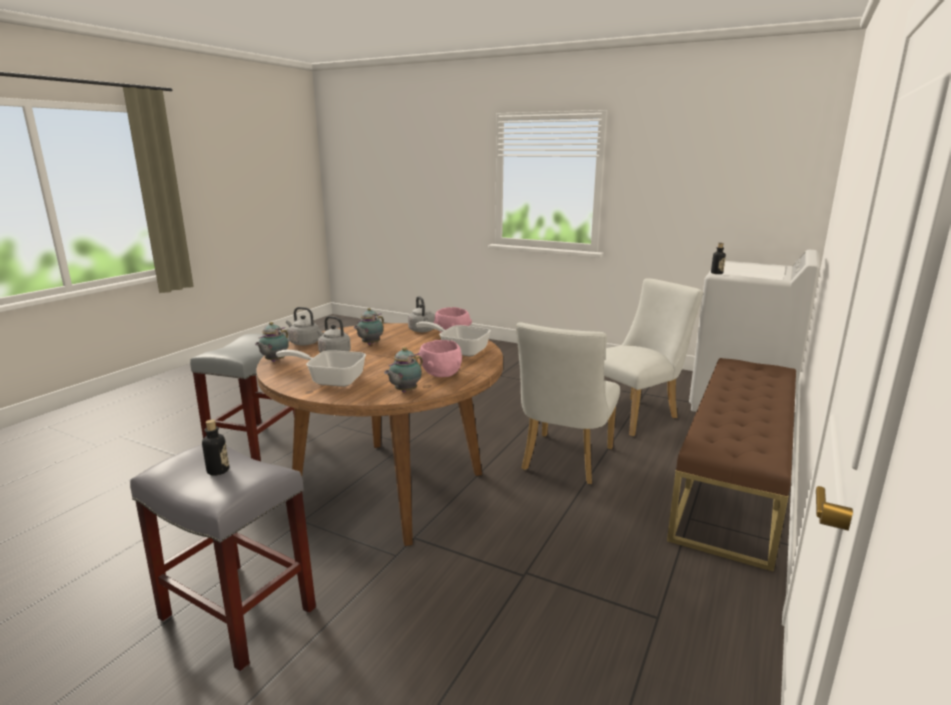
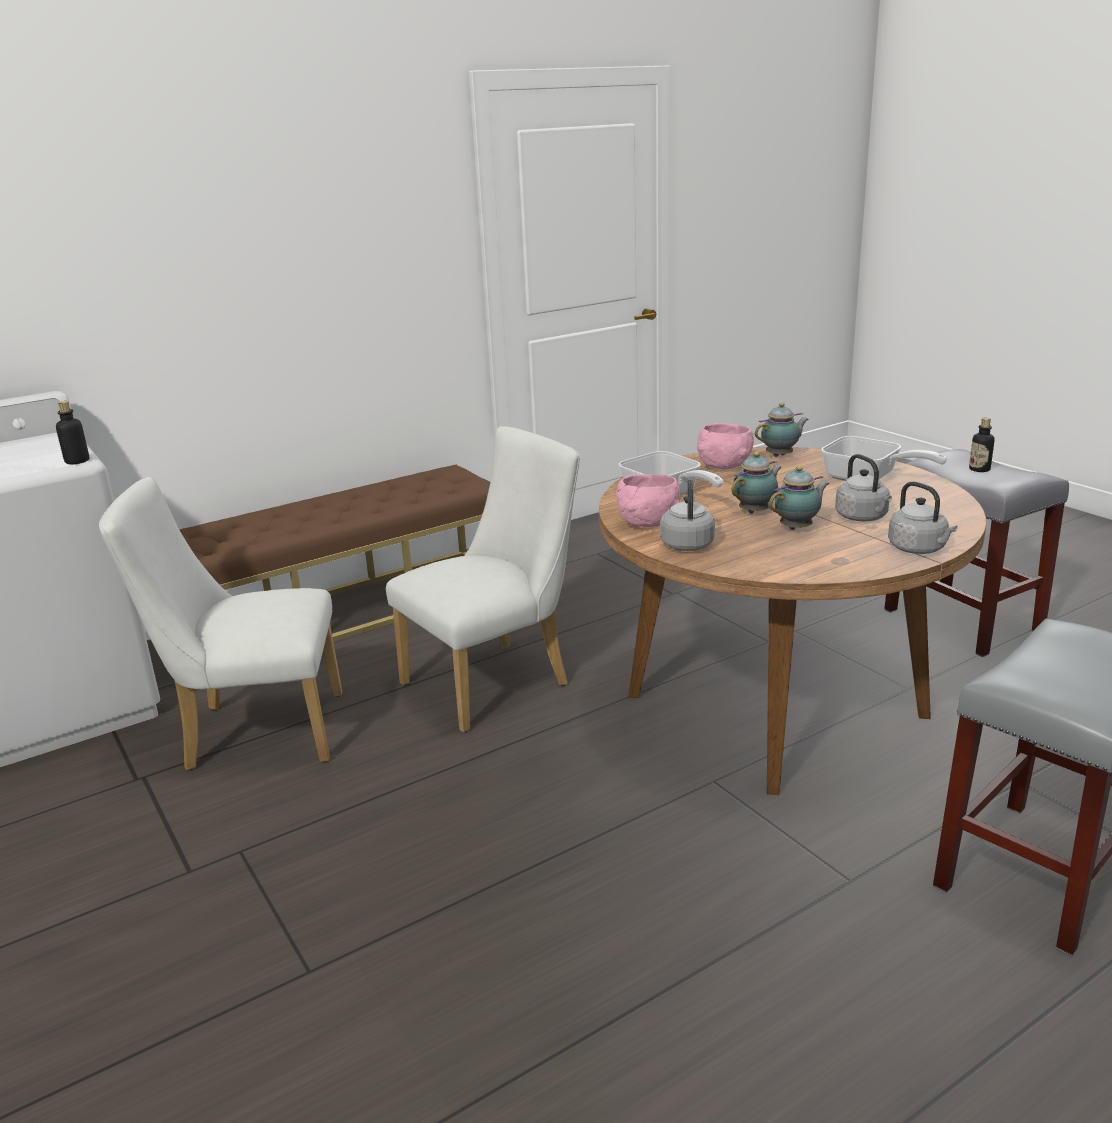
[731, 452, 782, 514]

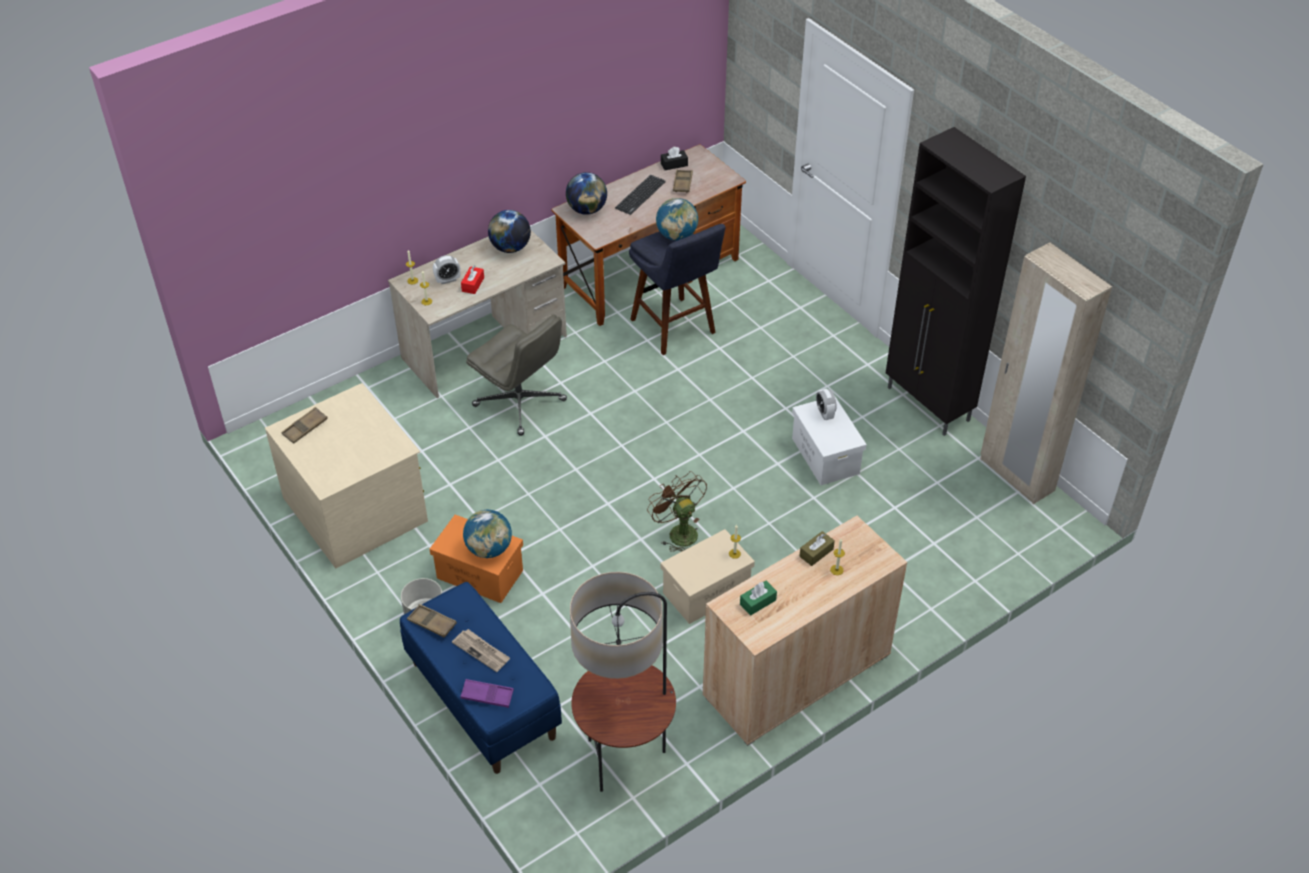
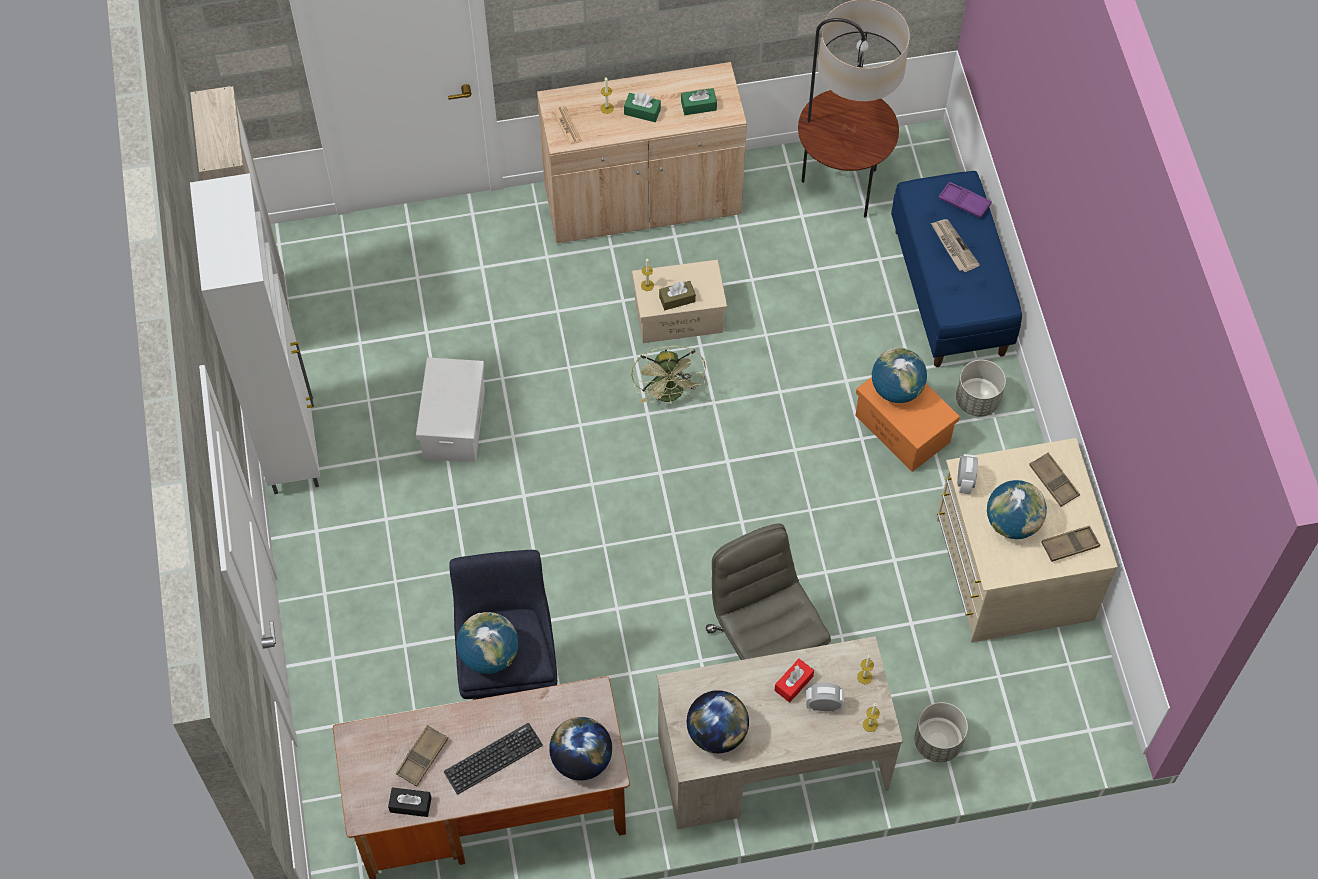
[190, 173, 320, 494]
[553, 106, 582, 145]
[624, 93, 661, 122]
[631, 346, 706, 405]
[659, 281, 696, 310]
[914, 702, 968, 762]
[957, 454, 978, 494]
[987, 480, 1047, 539]
[1029, 453, 1080, 507]

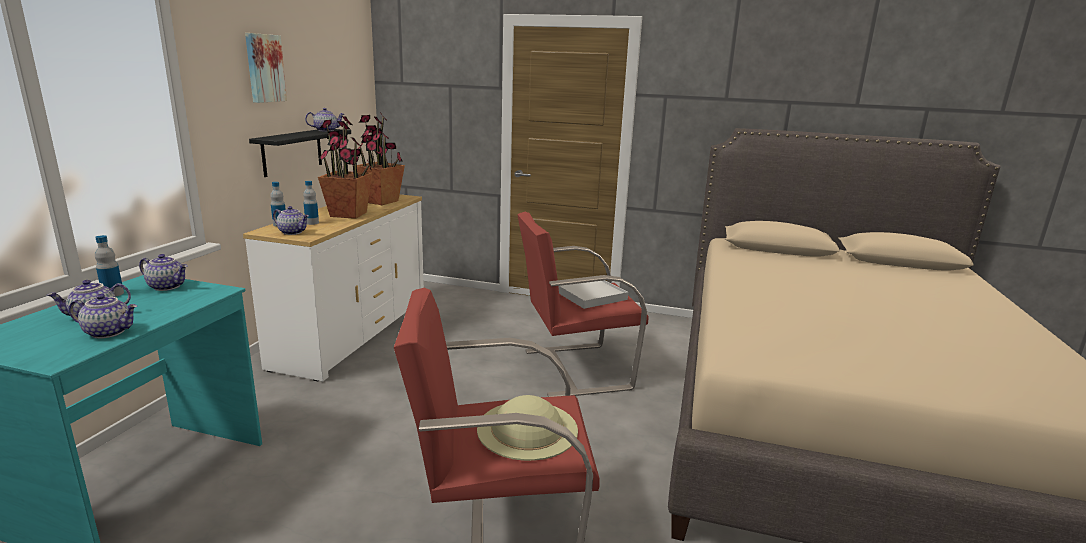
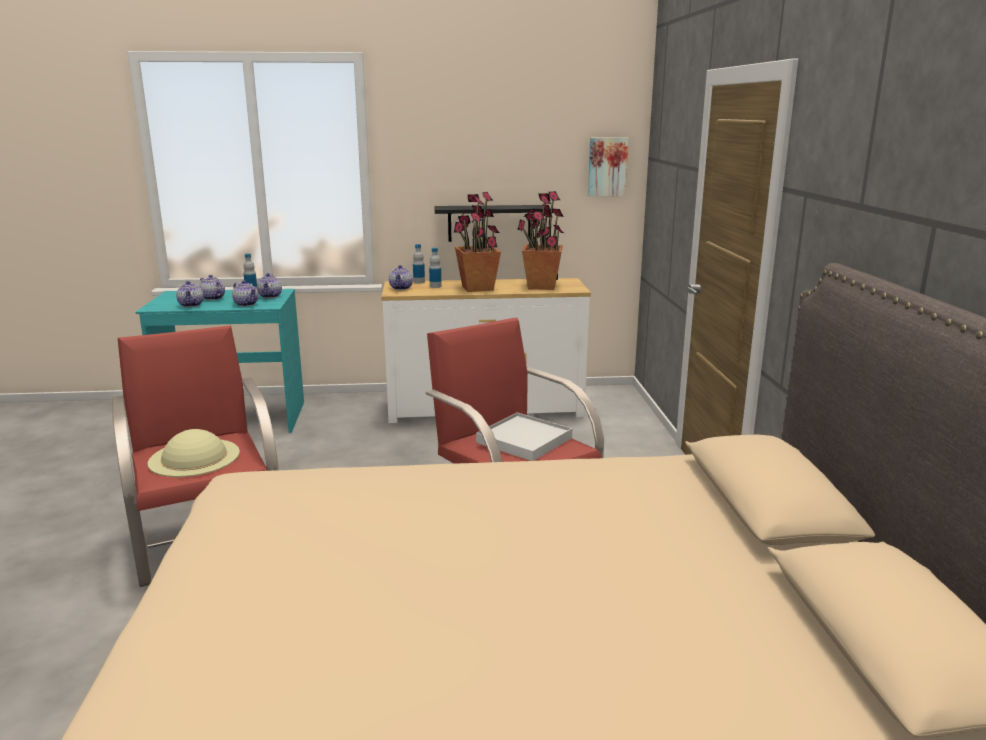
[232, 280, 259, 307]
[588, 137, 629, 196]

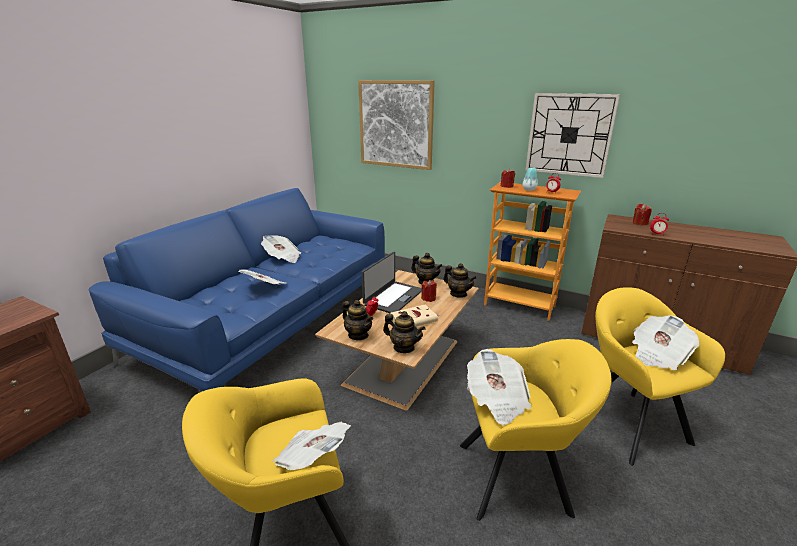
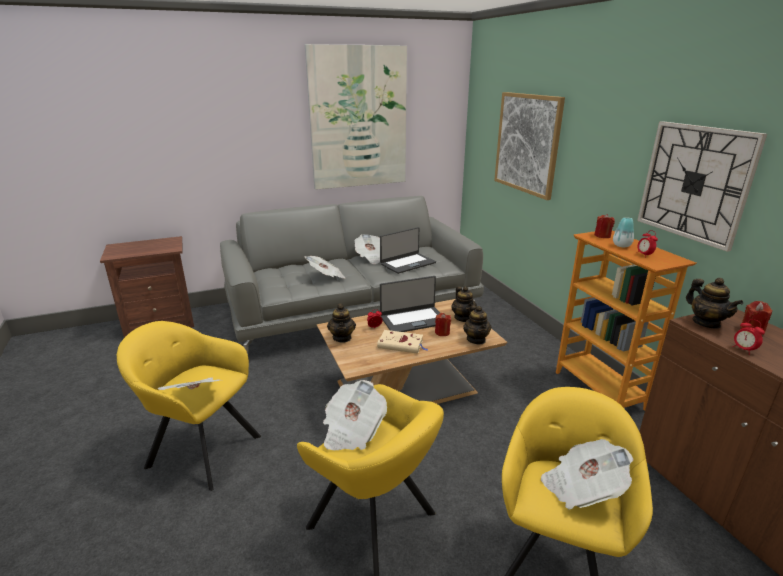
[220, 196, 484, 354]
[305, 44, 407, 190]
[380, 227, 436, 274]
[686, 278, 743, 329]

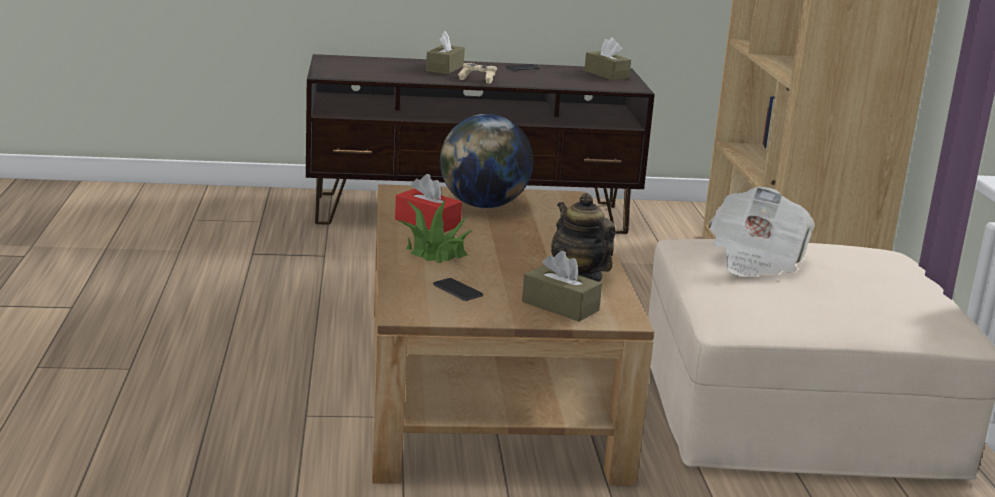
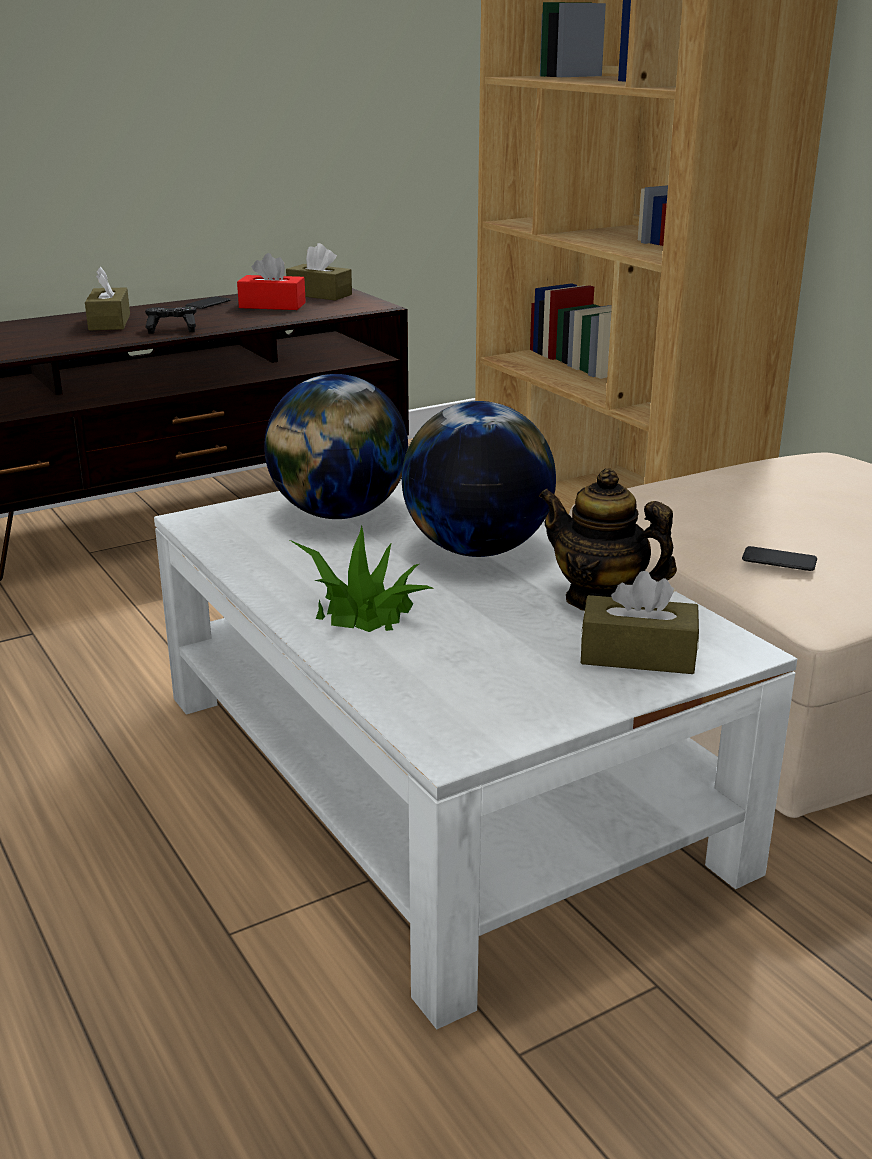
[145, 306, 197, 334]
[154, 478, 797, 1029]
[237, 253, 306, 310]
[402, 401, 556, 557]
[742, 546, 817, 571]
[709, 187, 815, 277] (first image)

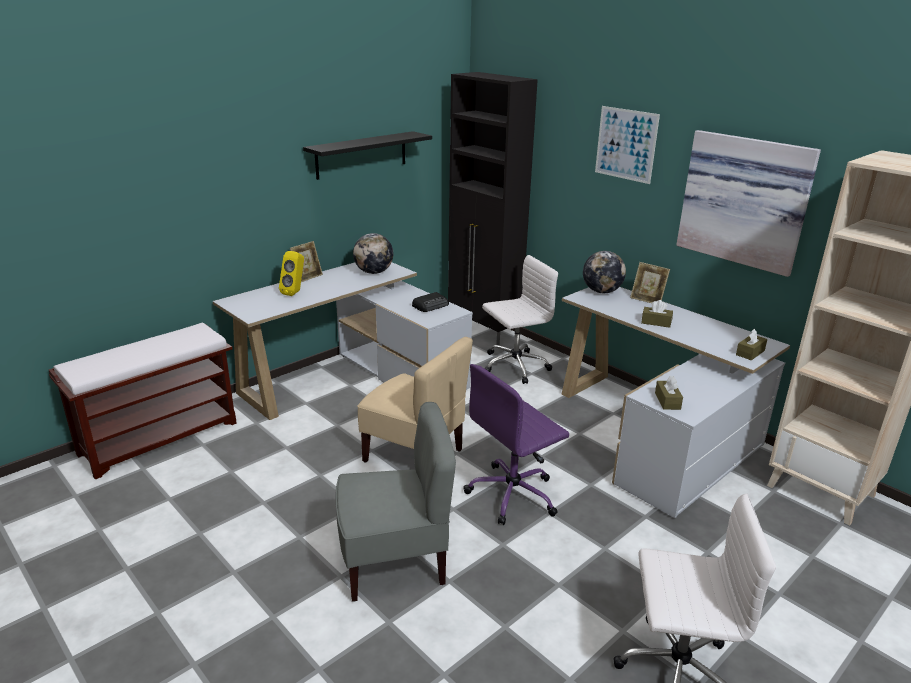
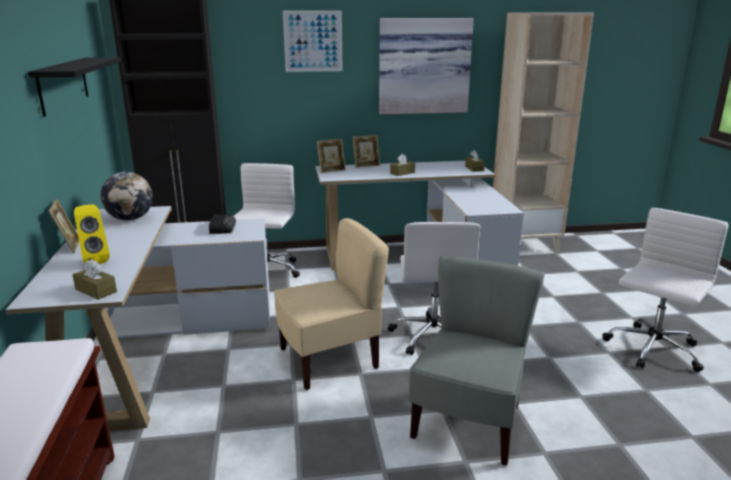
[72, 259, 117, 300]
[317, 139, 346, 173]
[388, 222, 481, 355]

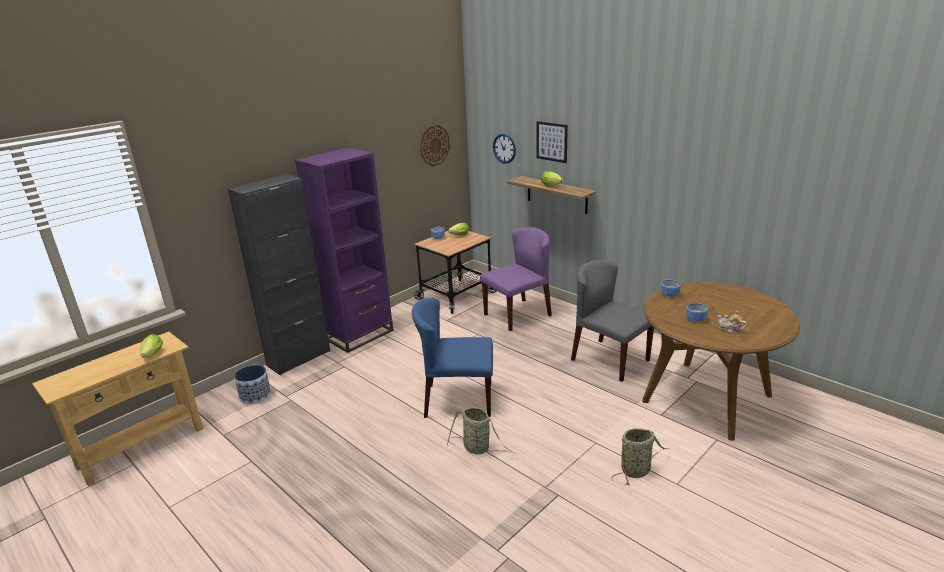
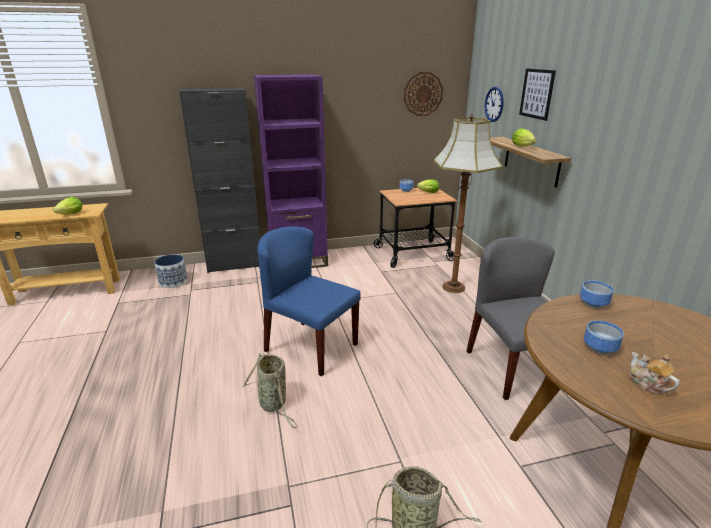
[433, 113, 503, 293]

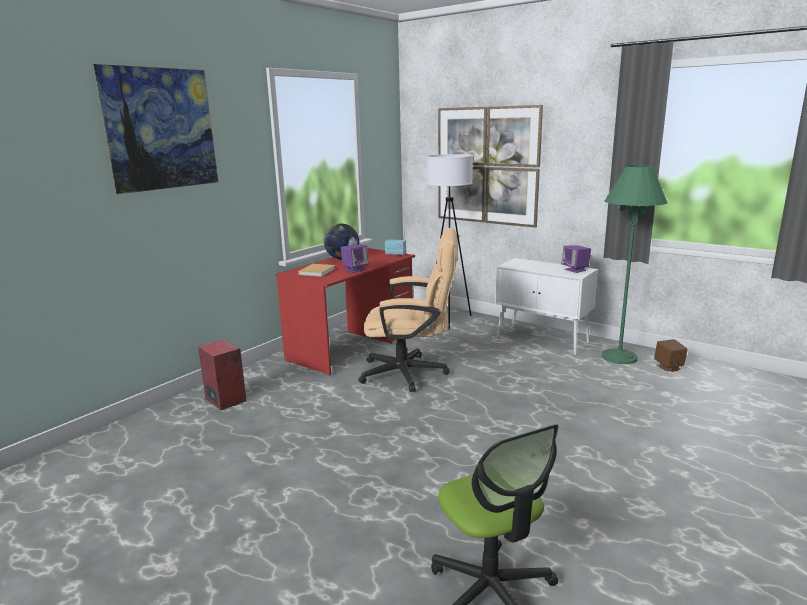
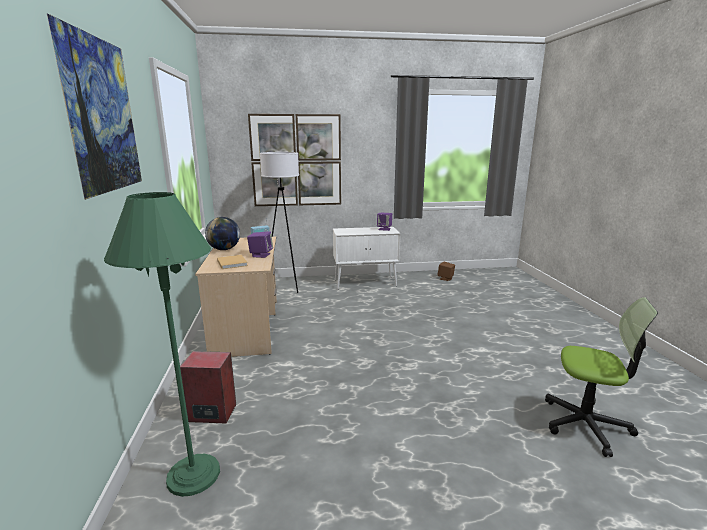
[104, 192, 220, 497]
[195, 237, 277, 357]
[358, 228, 457, 392] (first image)

